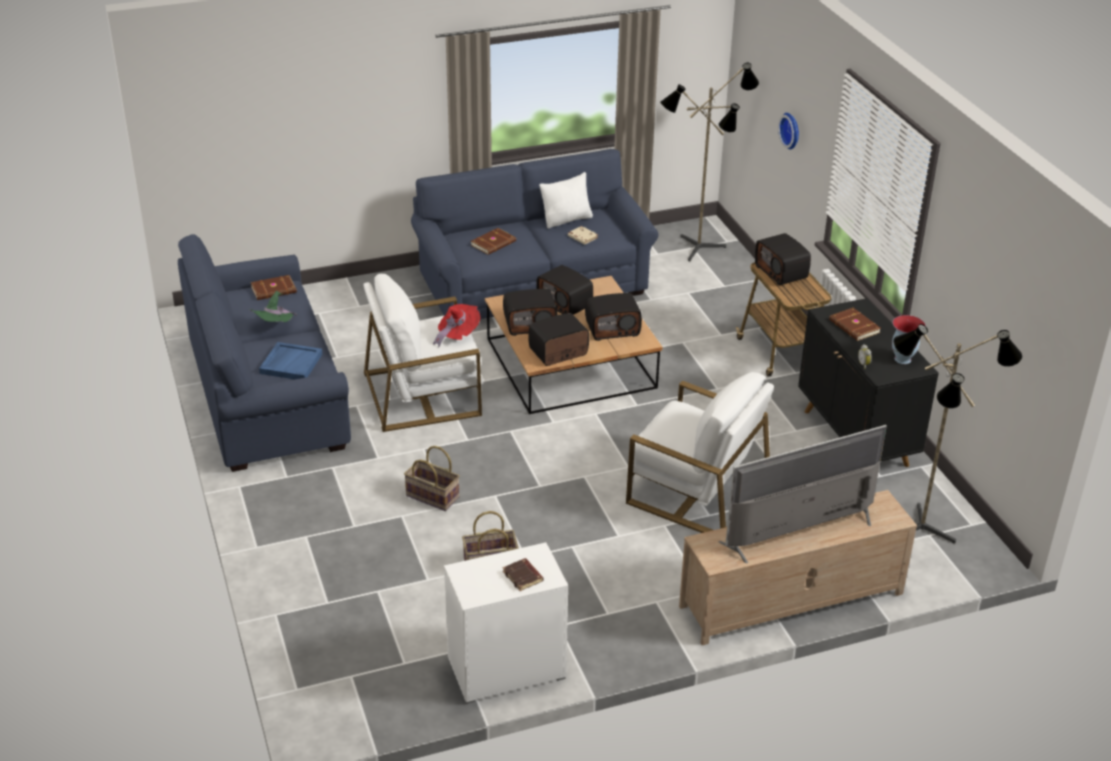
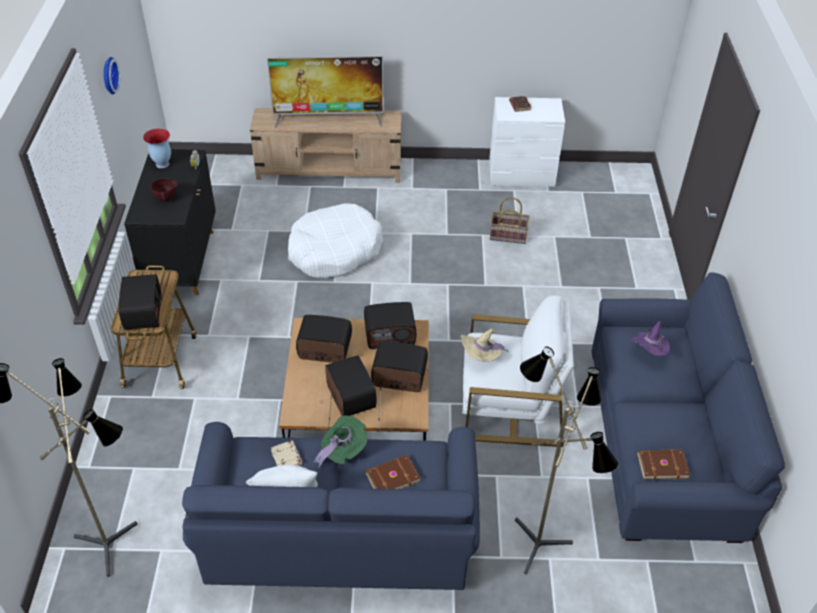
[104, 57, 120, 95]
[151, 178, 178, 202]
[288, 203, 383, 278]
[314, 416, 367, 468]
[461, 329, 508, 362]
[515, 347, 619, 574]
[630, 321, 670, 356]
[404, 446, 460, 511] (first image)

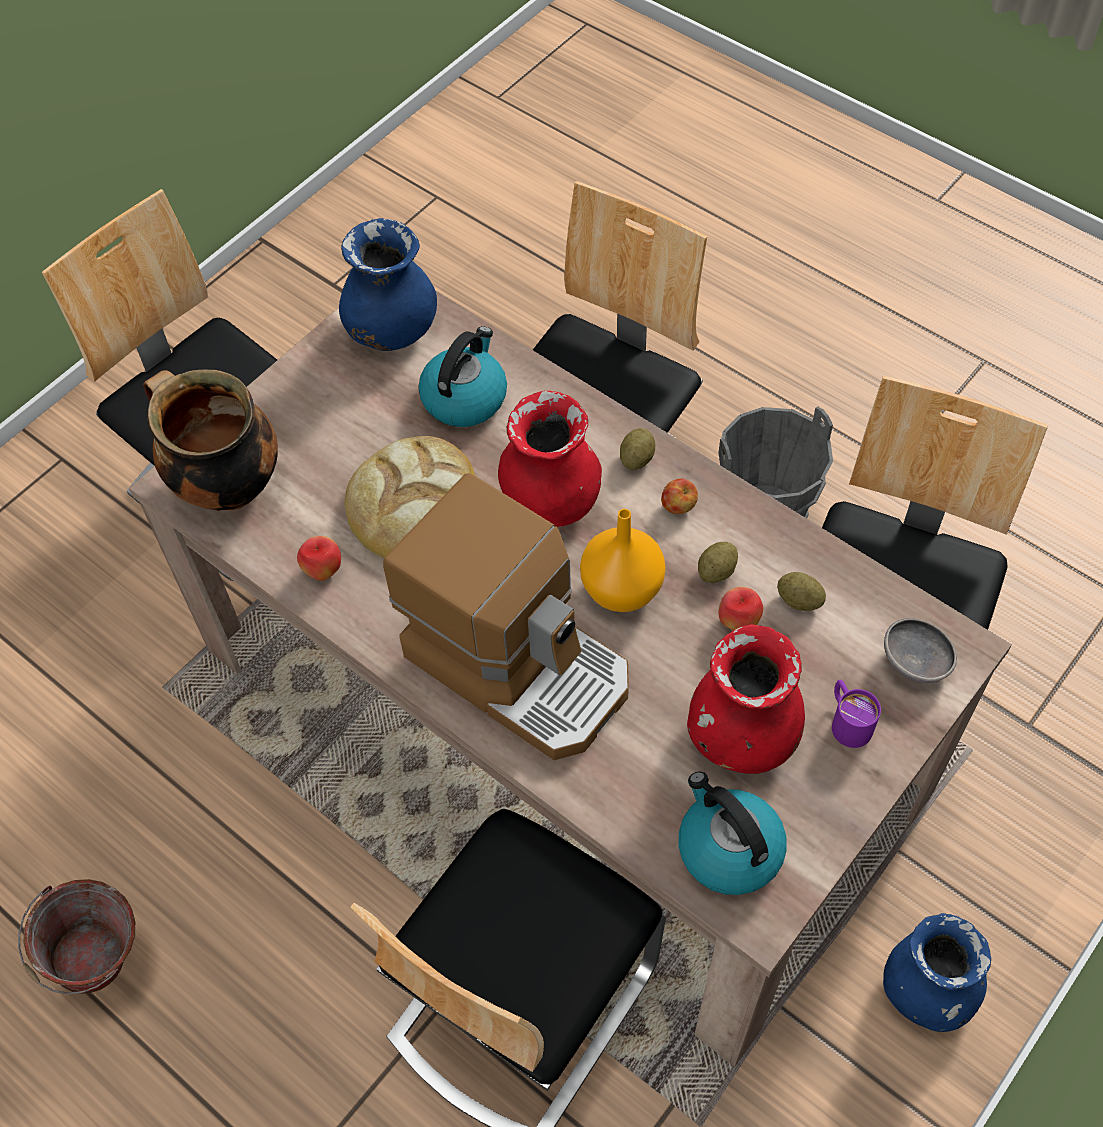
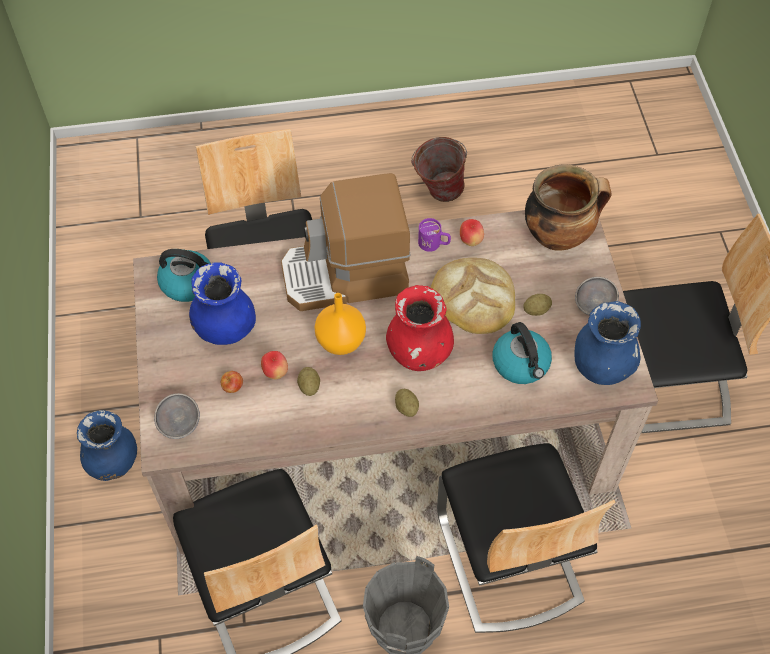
[189, 262, 256, 345]
[221, 371, 243, 393]
[418, 218, 451, 252]
[523, 294, 552, 316]
[575, 277, 619, 316]

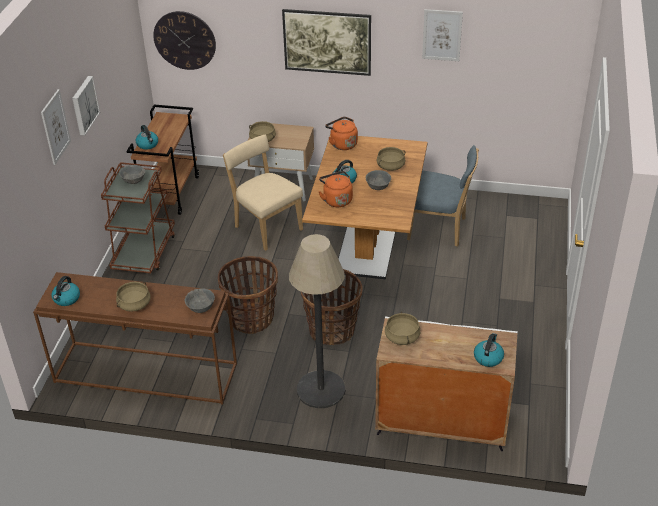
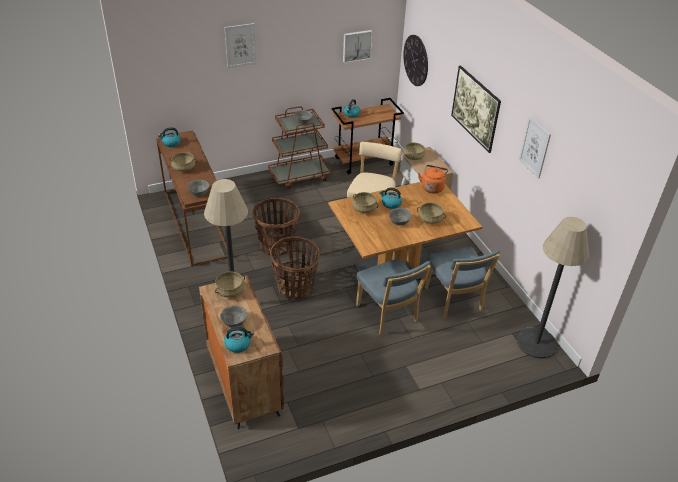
[199, 275, 284, 429]
[220, 305, 247, 328]
[343, 30, 373, 63]
[352, 192, 379, 213]
[356, 258, 431, 335]
[517, 217, 589, 359]

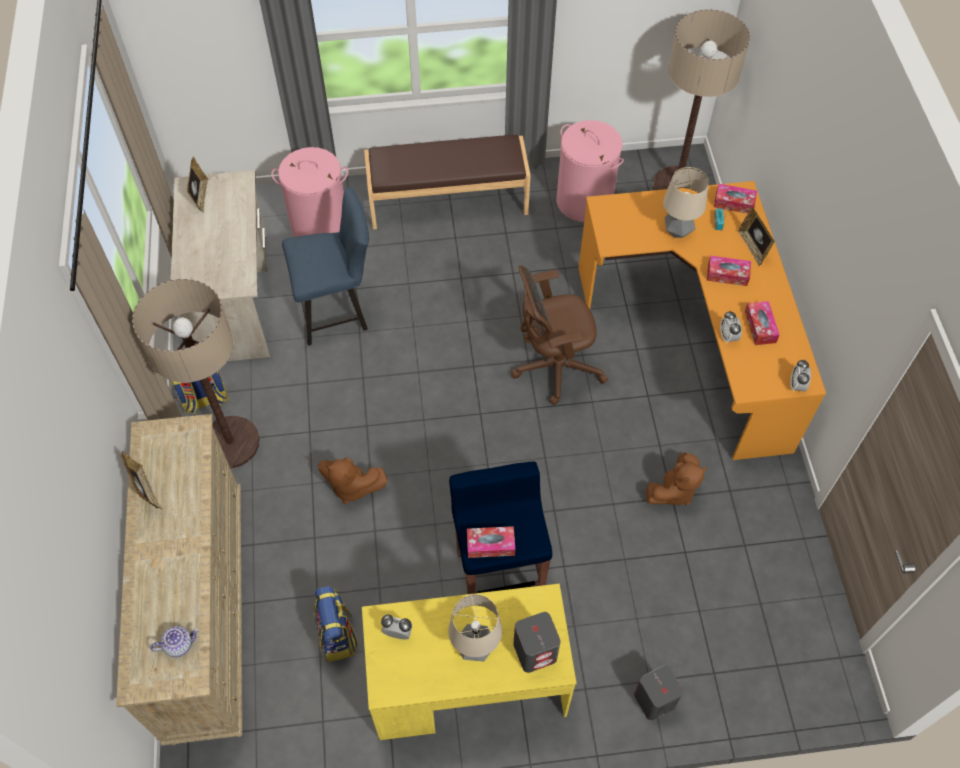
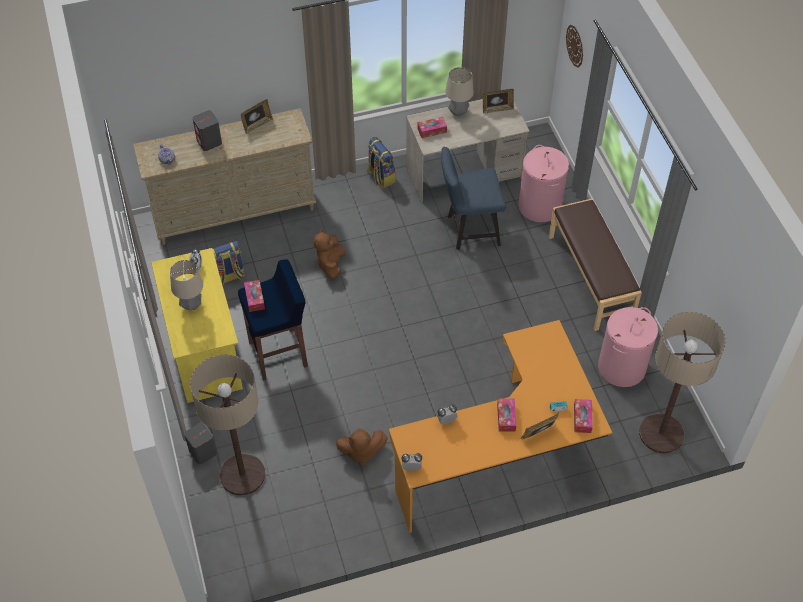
[190, 355, 265, 496]
[193, 110, 222, 151]
[336, 429, 388, 465]
[417, 117, 447, 138]
[441, 147, 506, 250]
[445, 67, 474, 117]
[566, 25, 583, 68]
[511, 266, 608, 405] (first image)

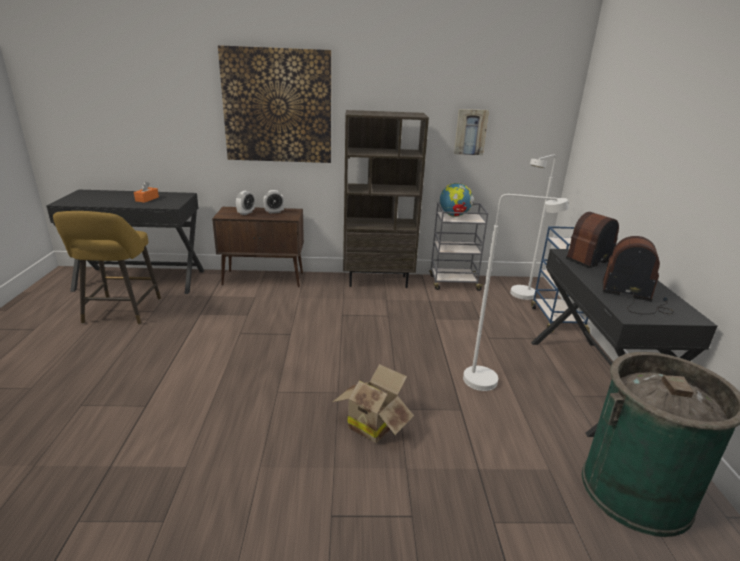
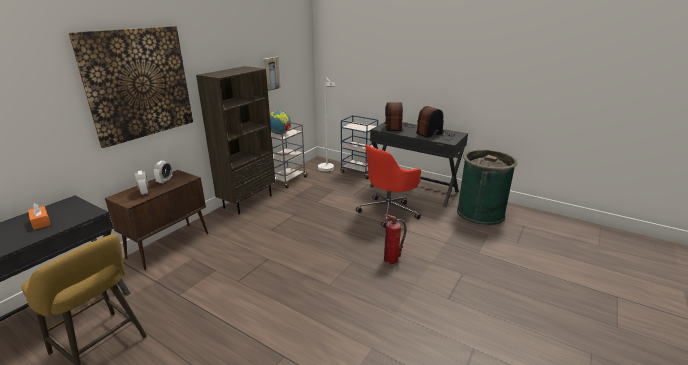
[356, 145, 421, 228]
[381, 214, 407, 264]

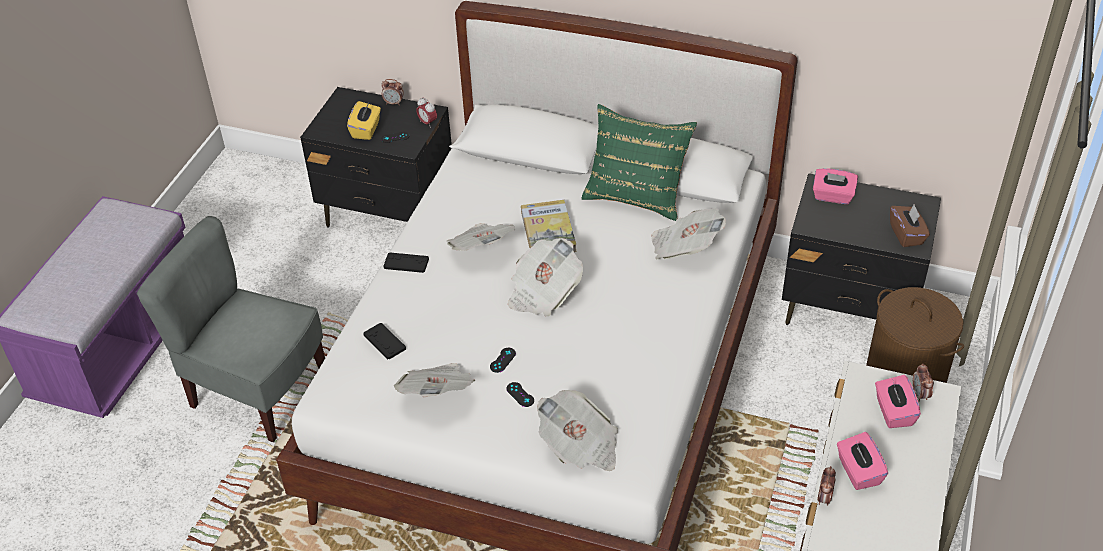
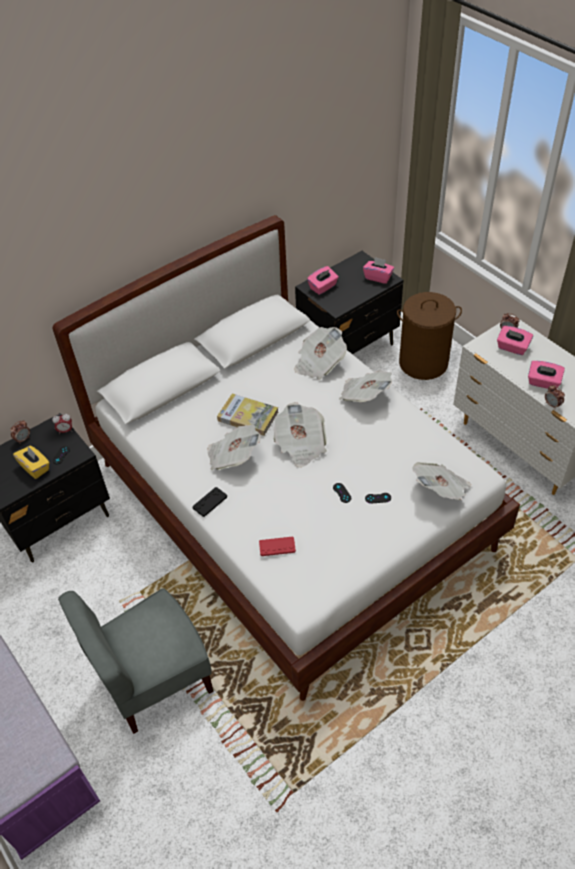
[259, 537, 296, 556]
[339, 370, 392, 402]
[363, 257, 394, 284]
[581, 104, 697, 221] (first image)

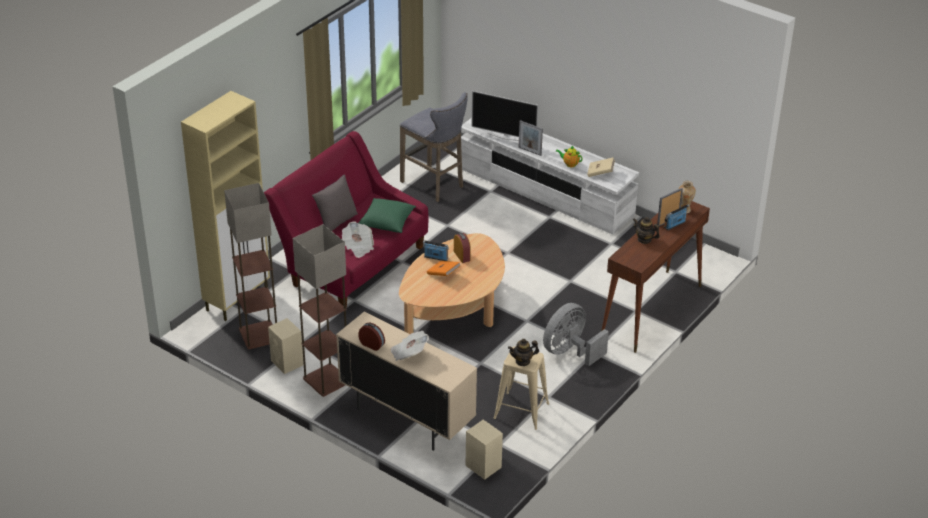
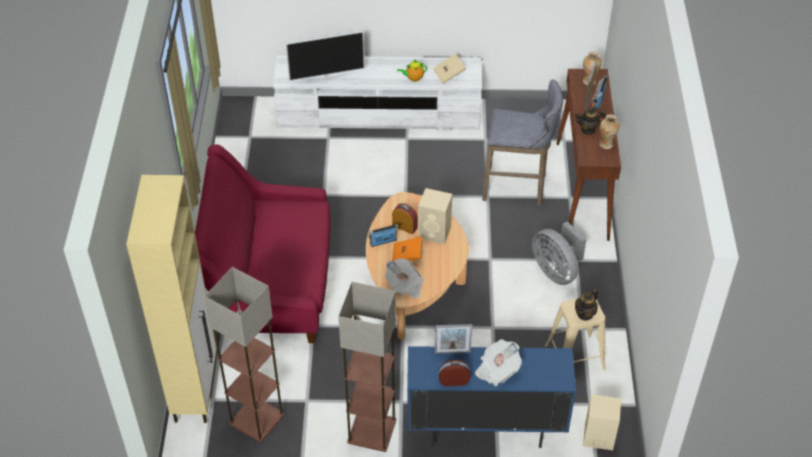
[385, 258, 424, 299]
[407, 346, 576, 448]
[418, 188, 452, 245]
[434, 324, 473, 354]
[482, 79, 563, 206]
[532, 222, 586, 285]
[599, 114, 620, 149]
[312, 175, 358, 231] (first image)
[359, 198, 416, 233] (first image)

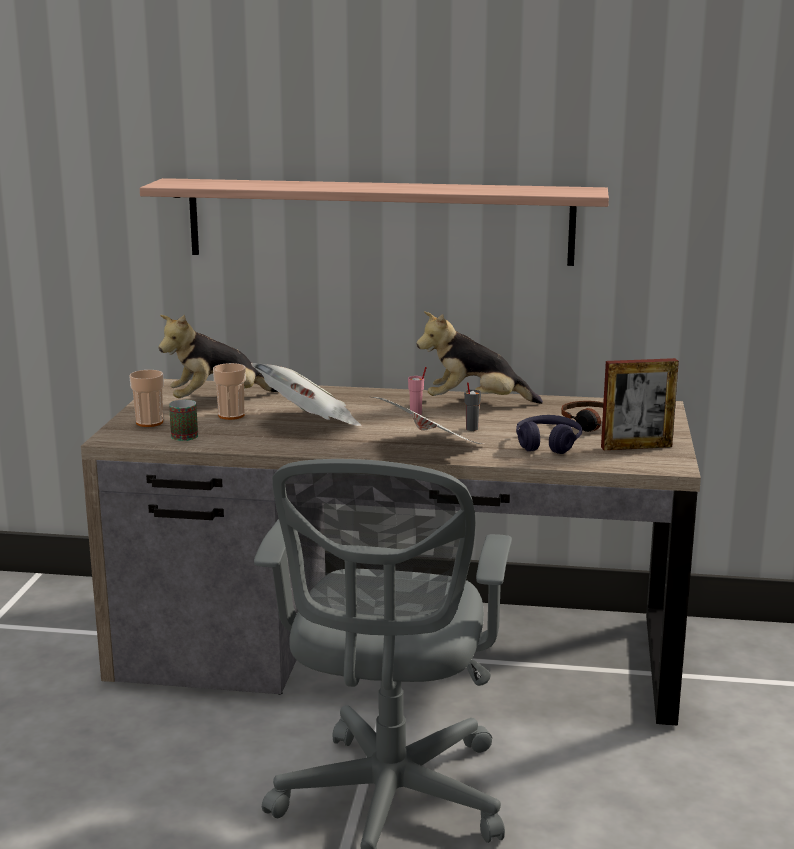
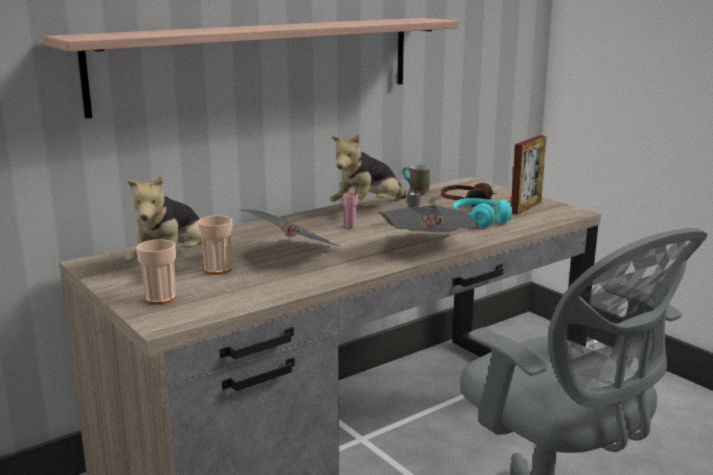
[403, 165, 430, 195]
[453, 198, 512, 228]

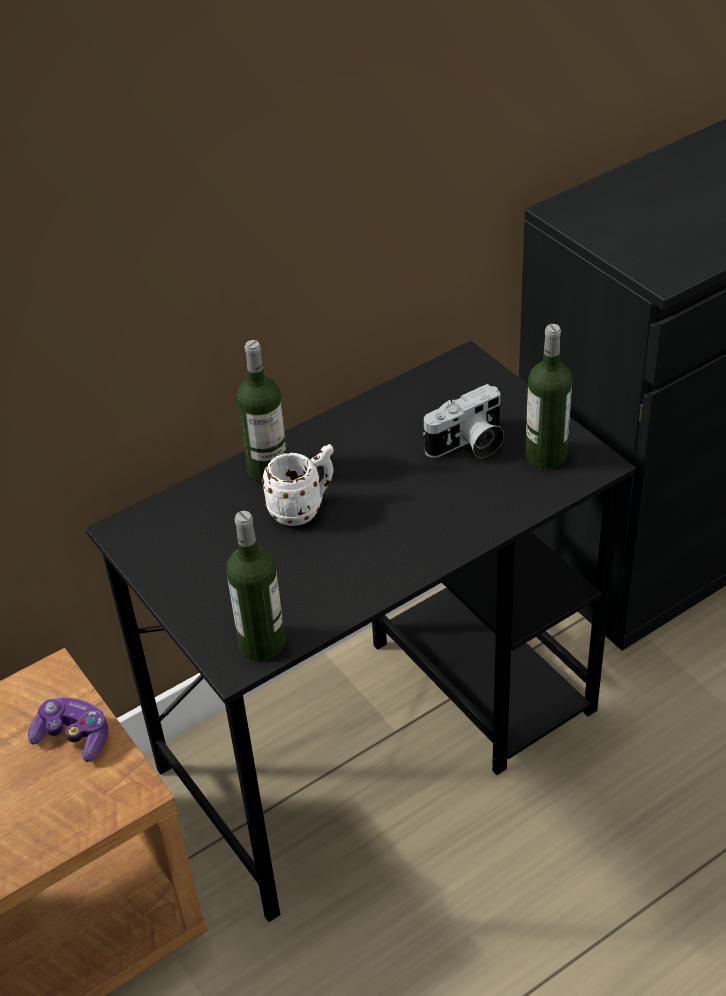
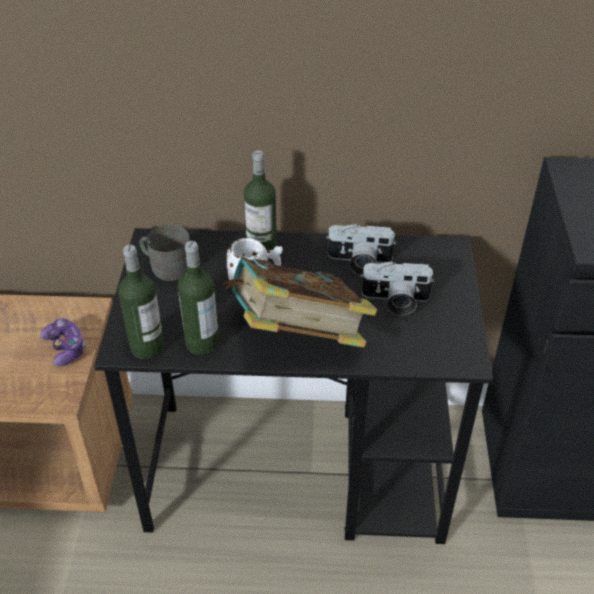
[139, 225, 190, 281]
[178, 241, 219, 355]
[223, 258, 377, 348]
[326, 224, 396, 275]

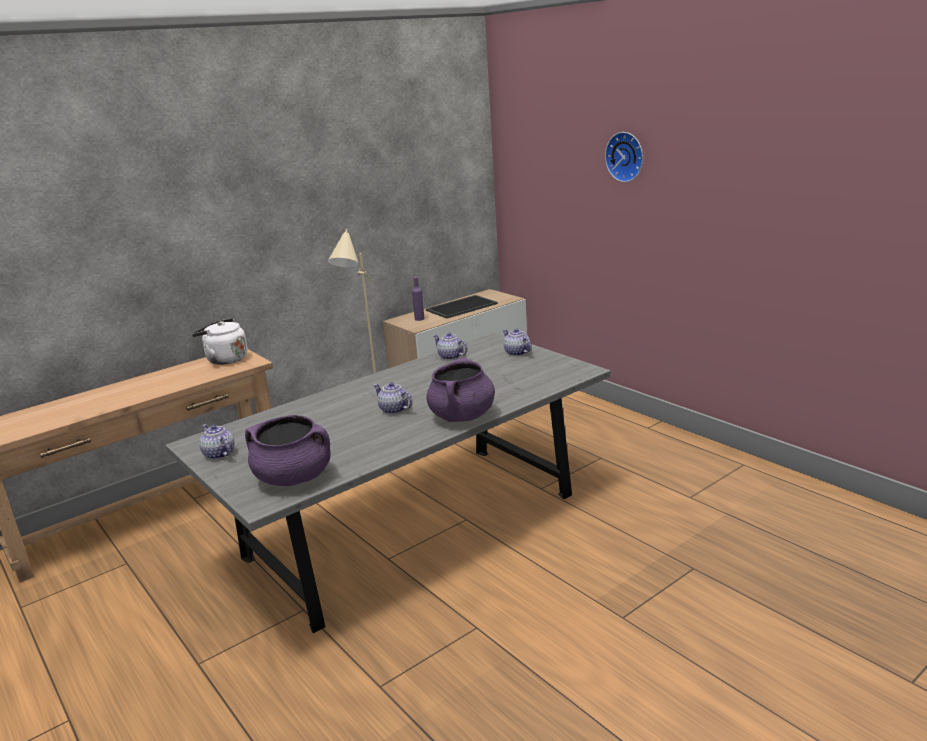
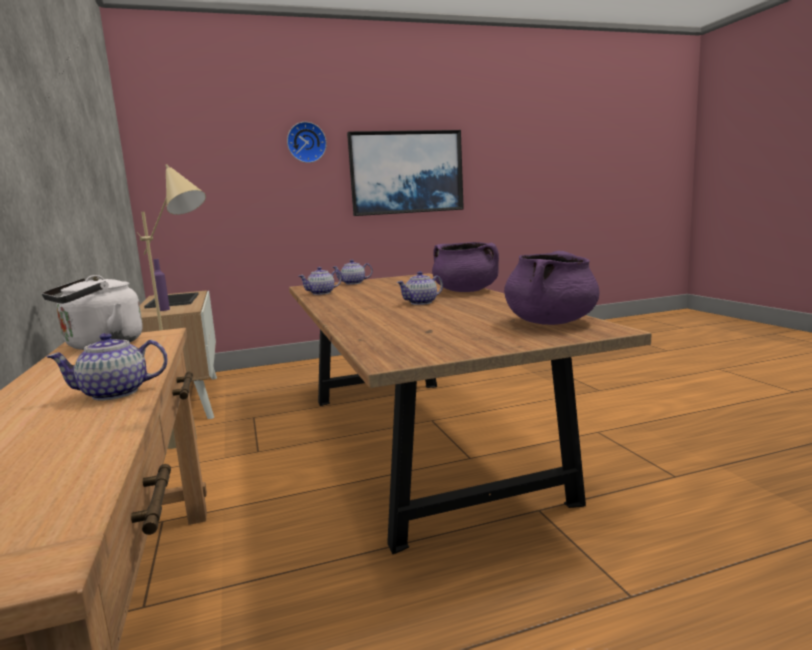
[47, 333, 168, 401]
[289, 273, 651, 554]
[347, 130, 464, 216]

